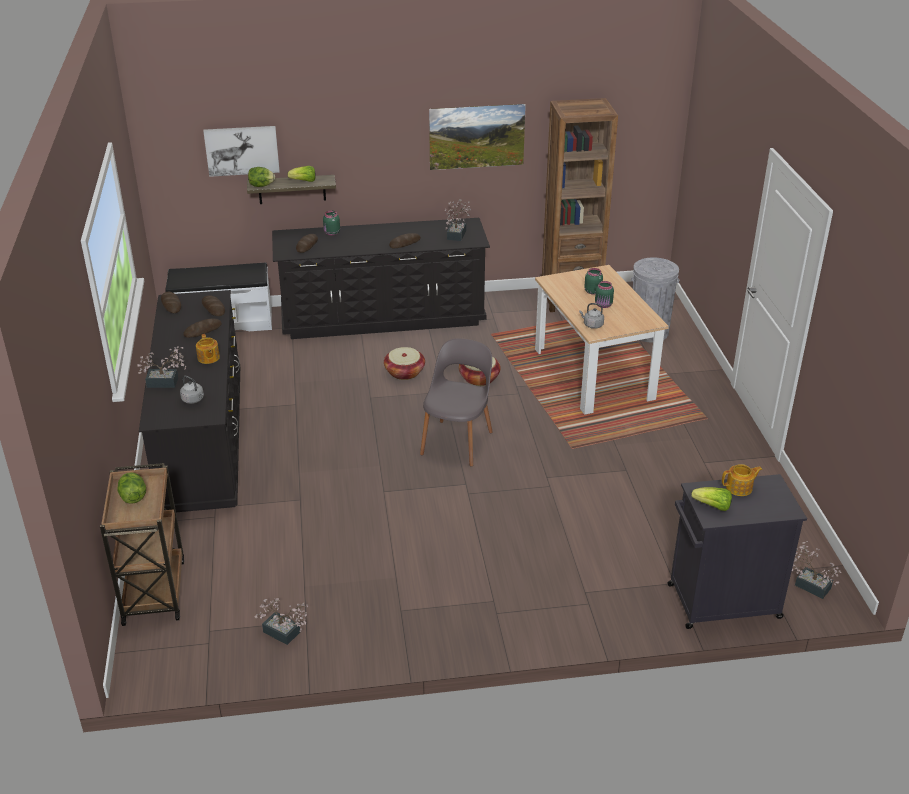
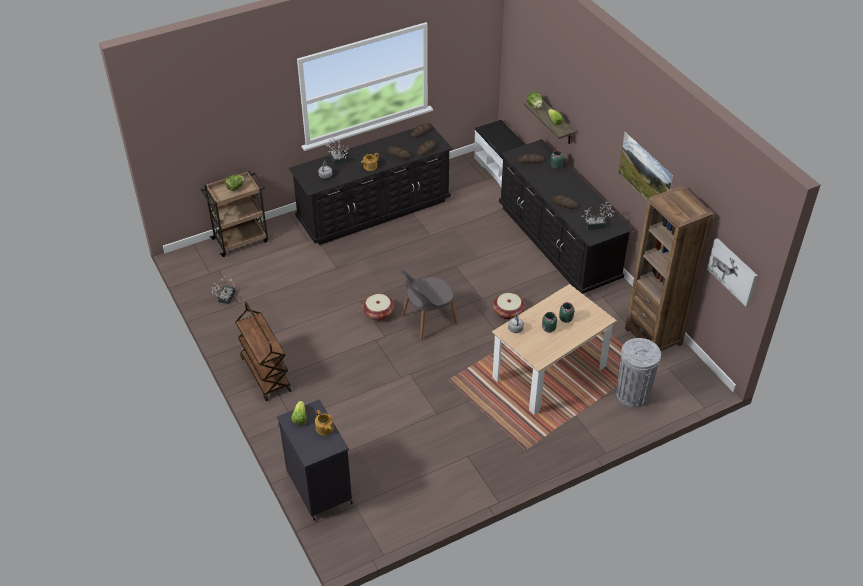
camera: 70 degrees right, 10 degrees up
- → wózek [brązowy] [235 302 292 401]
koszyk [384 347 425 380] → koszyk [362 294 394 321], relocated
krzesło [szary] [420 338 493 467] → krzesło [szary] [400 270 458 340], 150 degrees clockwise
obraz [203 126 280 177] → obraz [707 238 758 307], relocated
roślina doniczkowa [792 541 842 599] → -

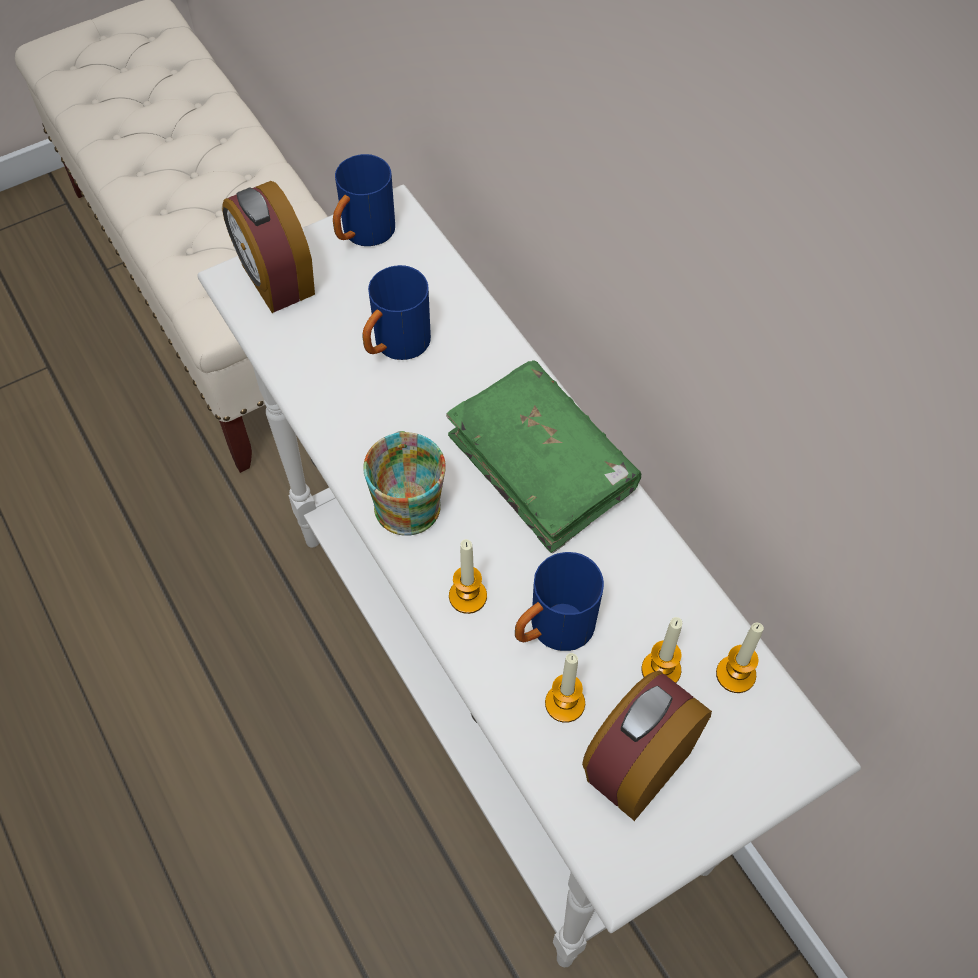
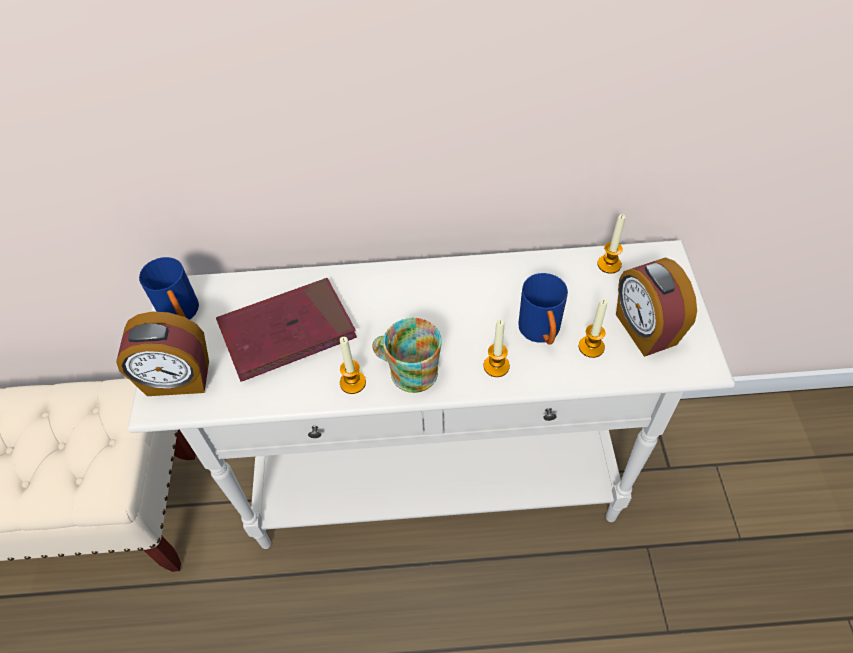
camera: 60 degrees left, 5 degrees down
kubek [niebieski] [362 265 431 360] → książka [czerwony] [216 278 357 382]
świeca [642 617 682 683] → świeca [340 337 366 394], relocated
książka [zielony] [446 360 641 553] → -

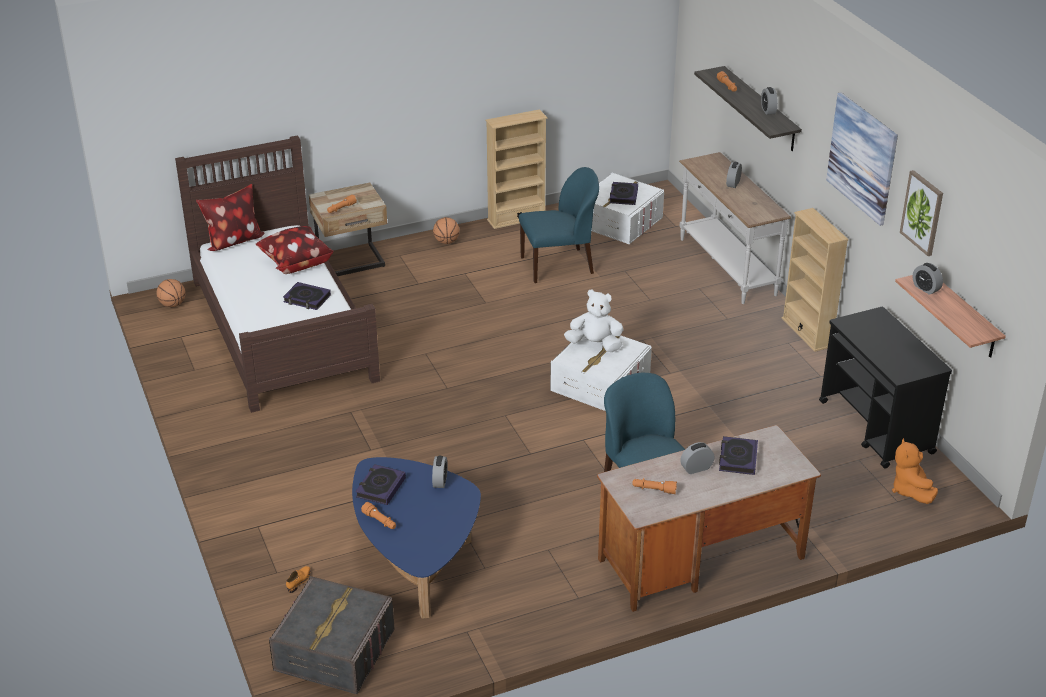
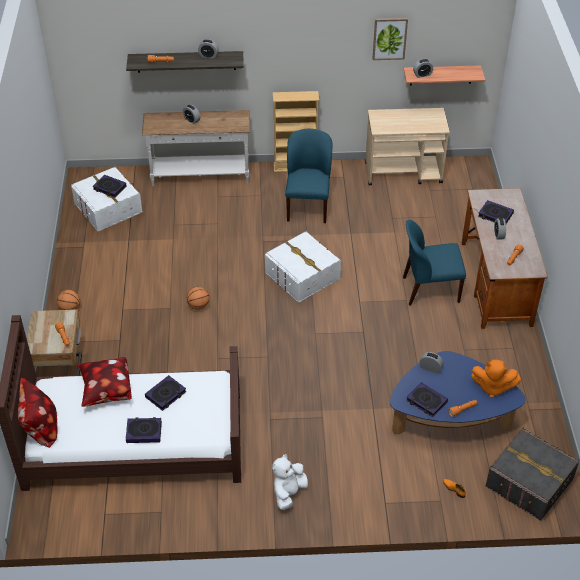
camera: 70 degrees left, 10 degrees up
- → książka [126 417 162 443]
piłka do koszykówki [156 279 185 307] → piłka do koszykówki [186 287 210 310], relocated
pluszak [biały] [564 289 624 352] → pluszak [biały] [272 454 308 510], relocated
krzesło [niebieski] [519 167 599 283] → krzesło [niebieski] [285 129 332 223], relocated
wózek [czarny] [819 307 952 469] → wózek [beżowy] [365 108 450 186]
pluszak [pomarańczowy] [892 438 938 504] → pluszak [pomarańczowy] [471 360 521 398], relocated
regał [beżowy] [485 109 548 229] → -
obraz [826 92 898 226] → -

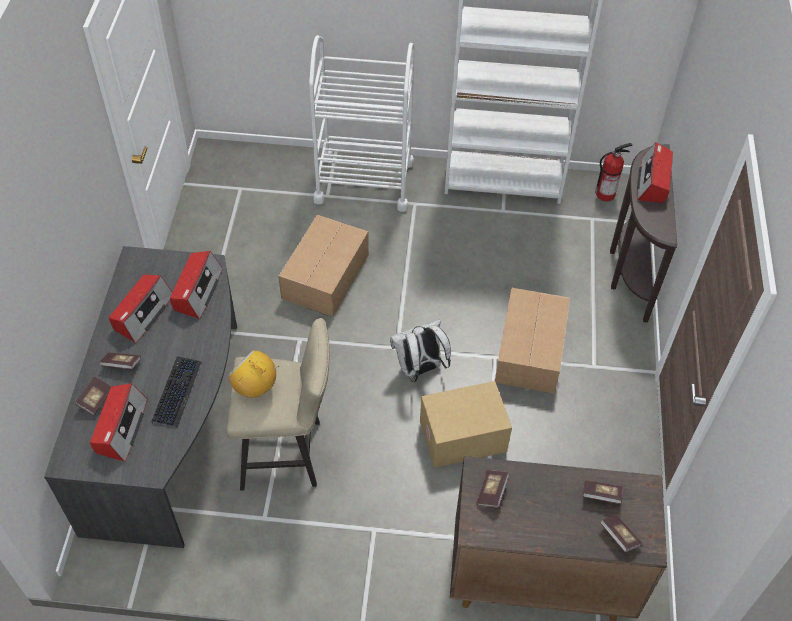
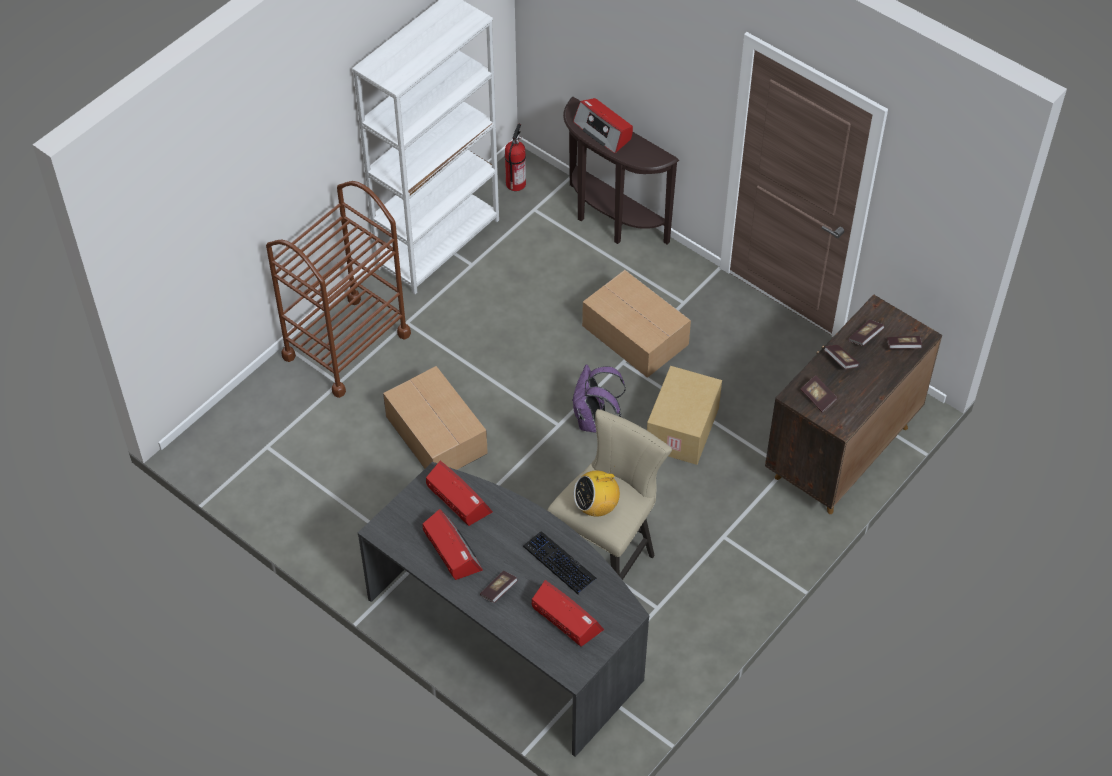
camera: 55 degrees left, 0 degrees up
wózek [biały] [309 35 415 212] → wózek [brązowy] [266 181 411 398]
plecak [biały] [390 319 451 382] → plecak [fioletowy] [573 364 626 433]
książka [75 376 111 416] → książka [824 345 859 369], relocated

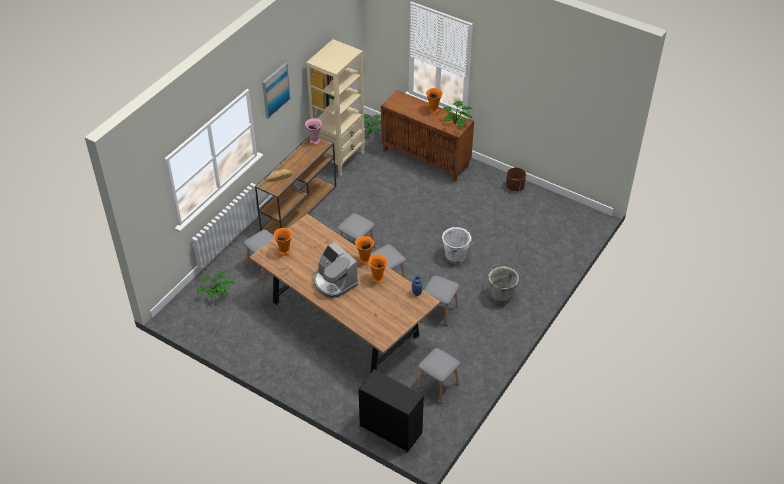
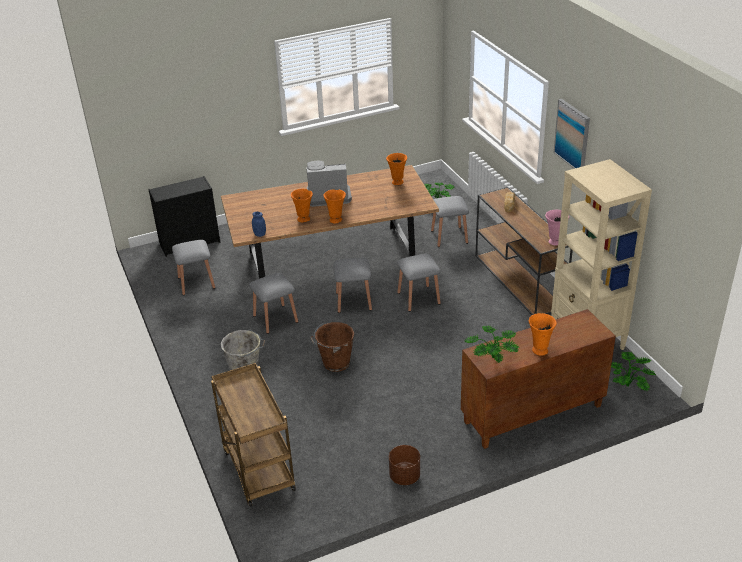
camera: 125 degrees right, 10 degrees down
- → wózek [brązowy] [211 363 296 507]
wiadro [biały] [442 227 473 264] → wiadro [brązowy] [310 322 354 372]

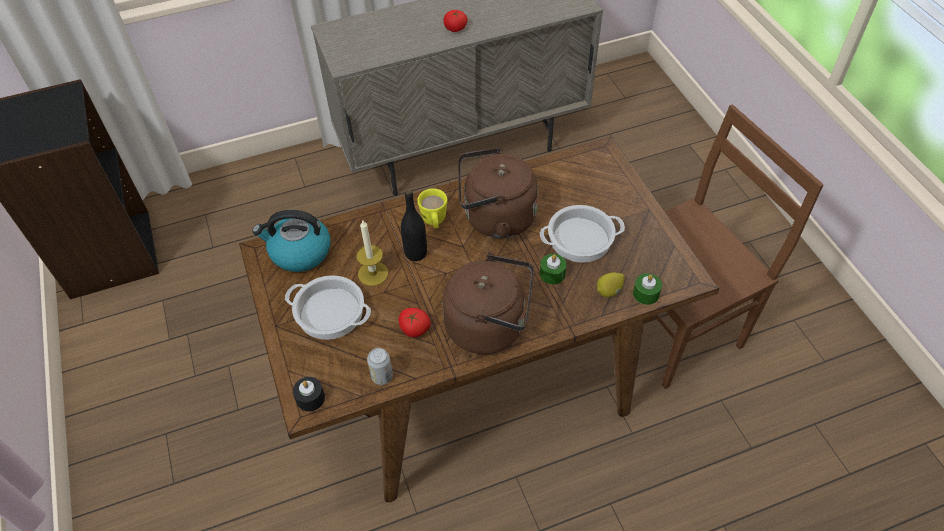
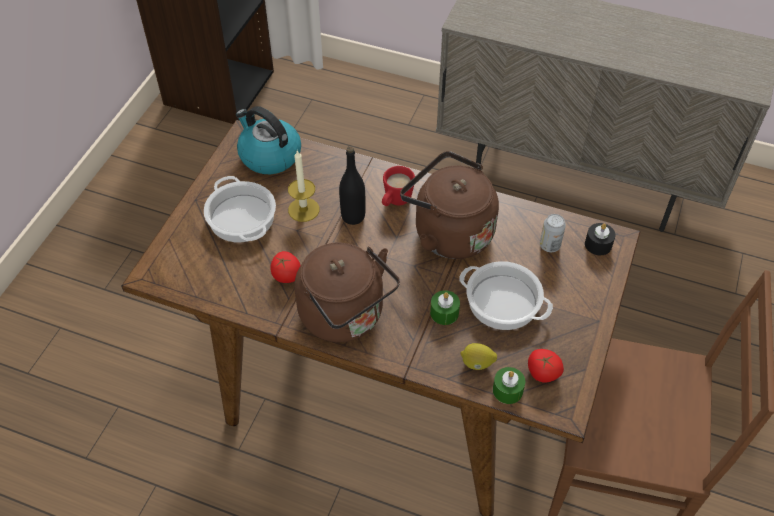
camera: 40 degrees right, 0 degrees up
kubek [żółty] [417 188 447 228] → kubek [czerwony] [382 166 415 206]
pomidor [443 10 468 32] → pomidor [528 349 564 383], relocated
puszka [367 348 393 385] → puszka [540 214 566 252], relocated
świeca [czarny] [293 377 325 411] → świeca [czarny] [585 223 616 255], relocated

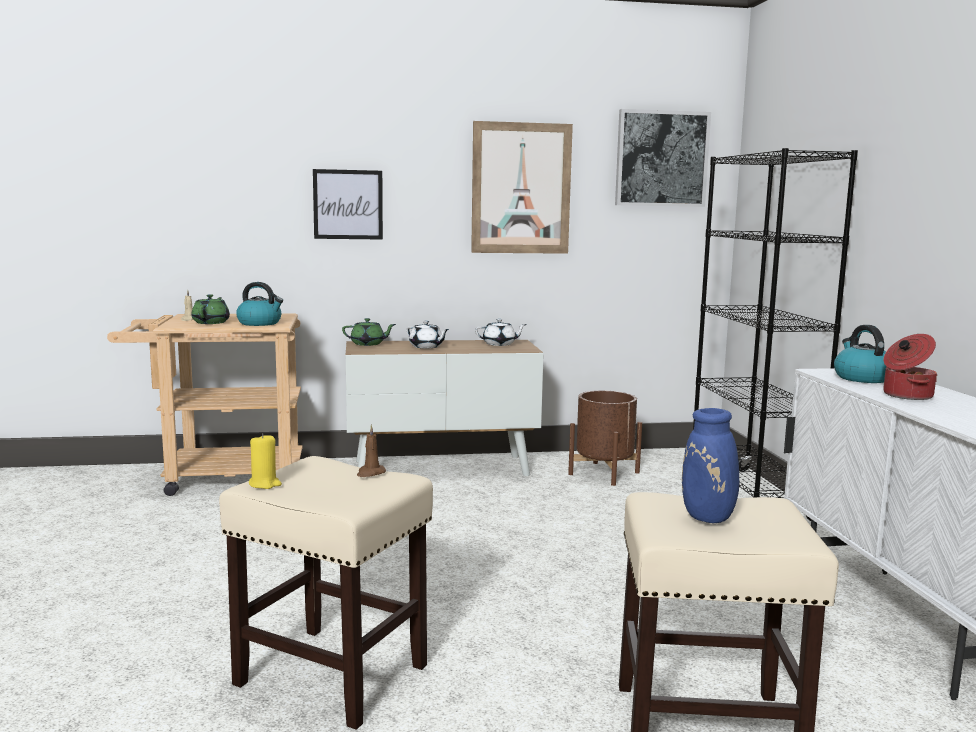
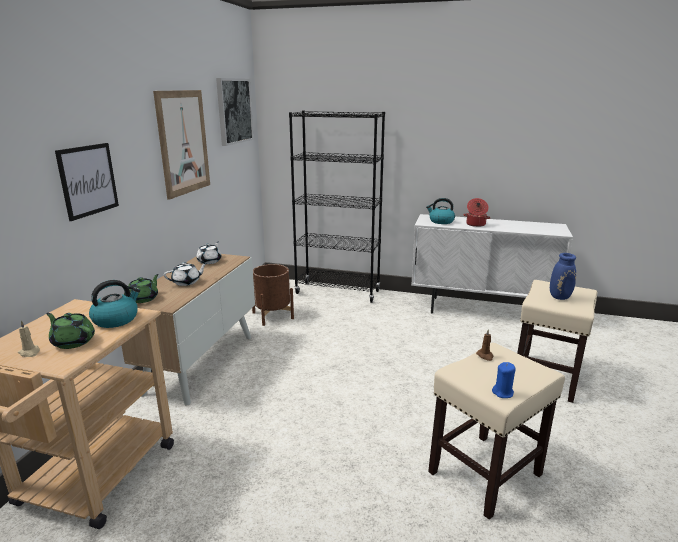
camera: 65 degrees left, 10 degrees up
świeca [żółty] [249 433 282 489] → świeca [niebieski] [492 362 516 398]

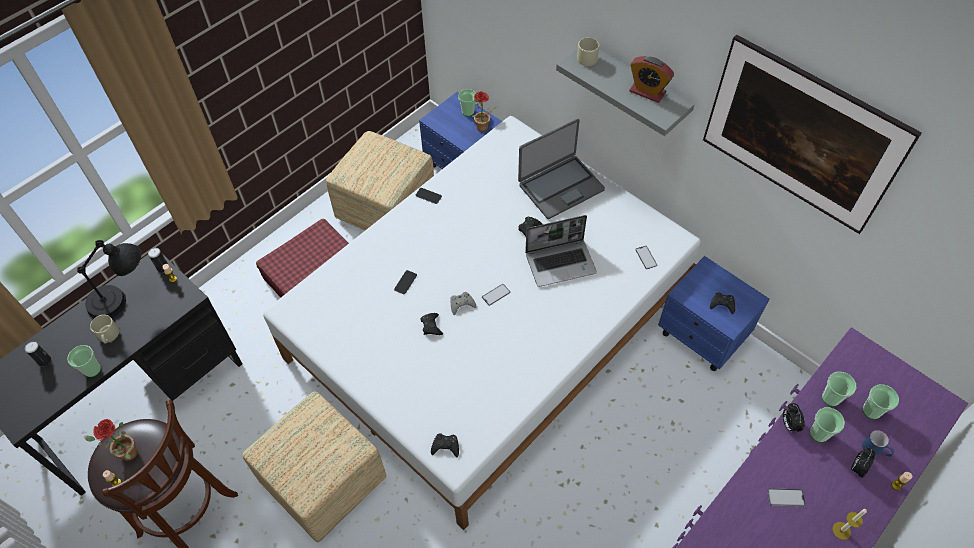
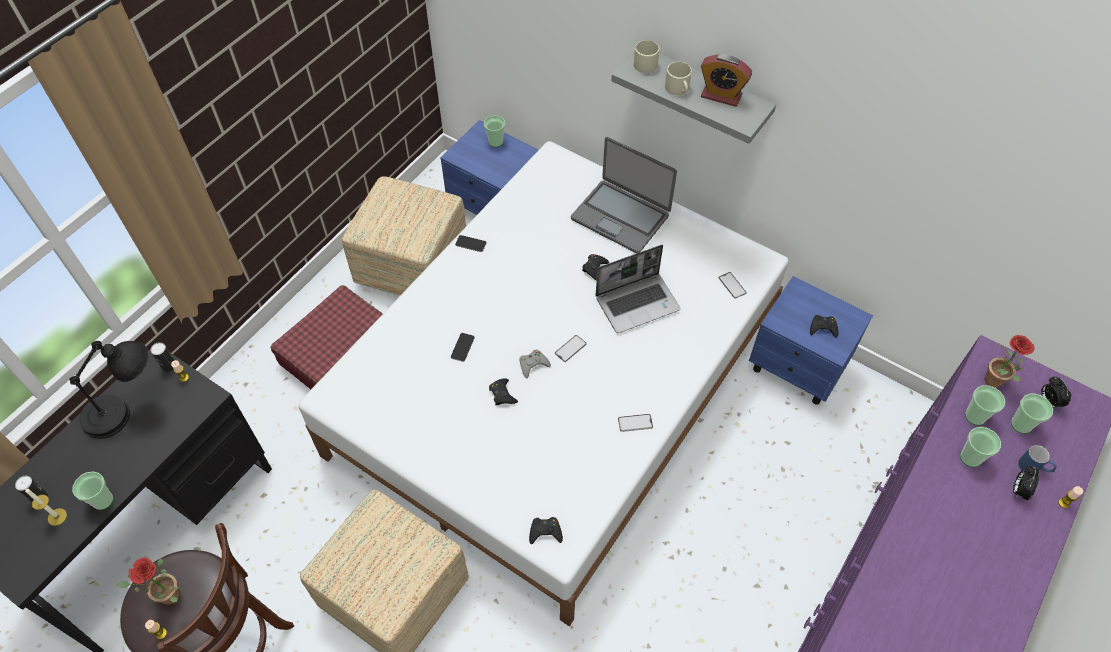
camera: 10 degrees left, 0 degrees up
świeca [832 509 867 540] → świeca [25 489 67 526], relocated
laptop [518 119 605 219] → laptop [571 137 677 253], 75 degrees clockwise
telefon [767 488 805 507] → telefon [618 414 653 432], relocated
kubek [beżowy] [90 315 119 344] → kubek [beżowy] [665 62 692 95], relocated
roślina doniczkowa [472 91 497 132] → roślina doniczkowa [985 335 1035 388], relocated
budzik [783 403 805 432] → budzik [1041 377 1071 410], relocated
obraz [703 34 922 234] → -

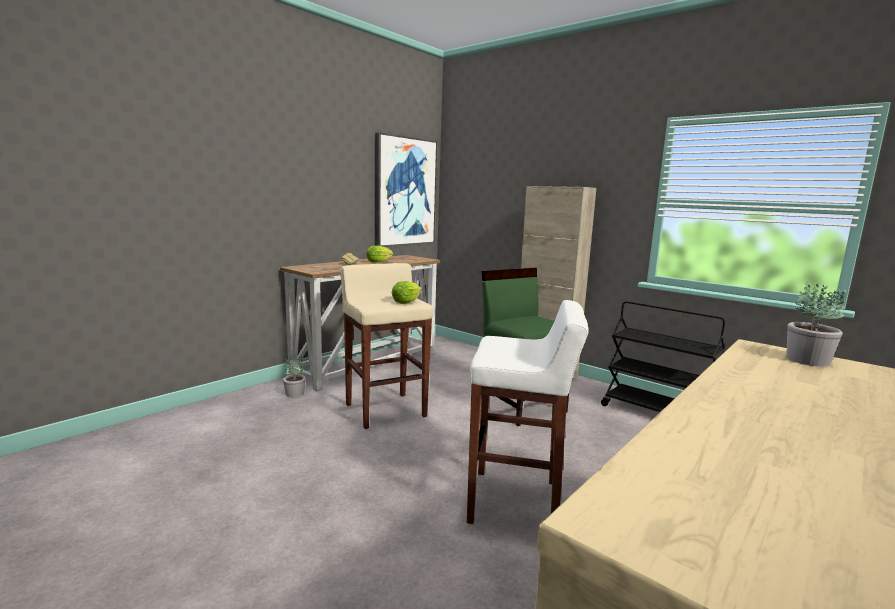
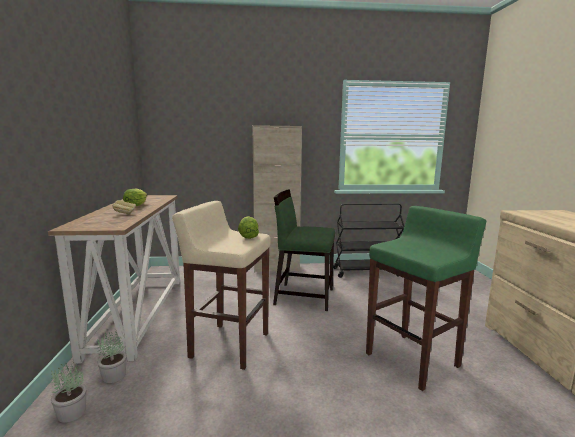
camera: 45 degrees left, 0 degrees up
roślina doniczkowa [786 281 846 367] → roślina doniczkowa [51 363 87 423], relocated
stołek [biały] [467 300 589 524] → stołek [zielony] [366 206 486 391]
obraz [375 132 437 247] → -

